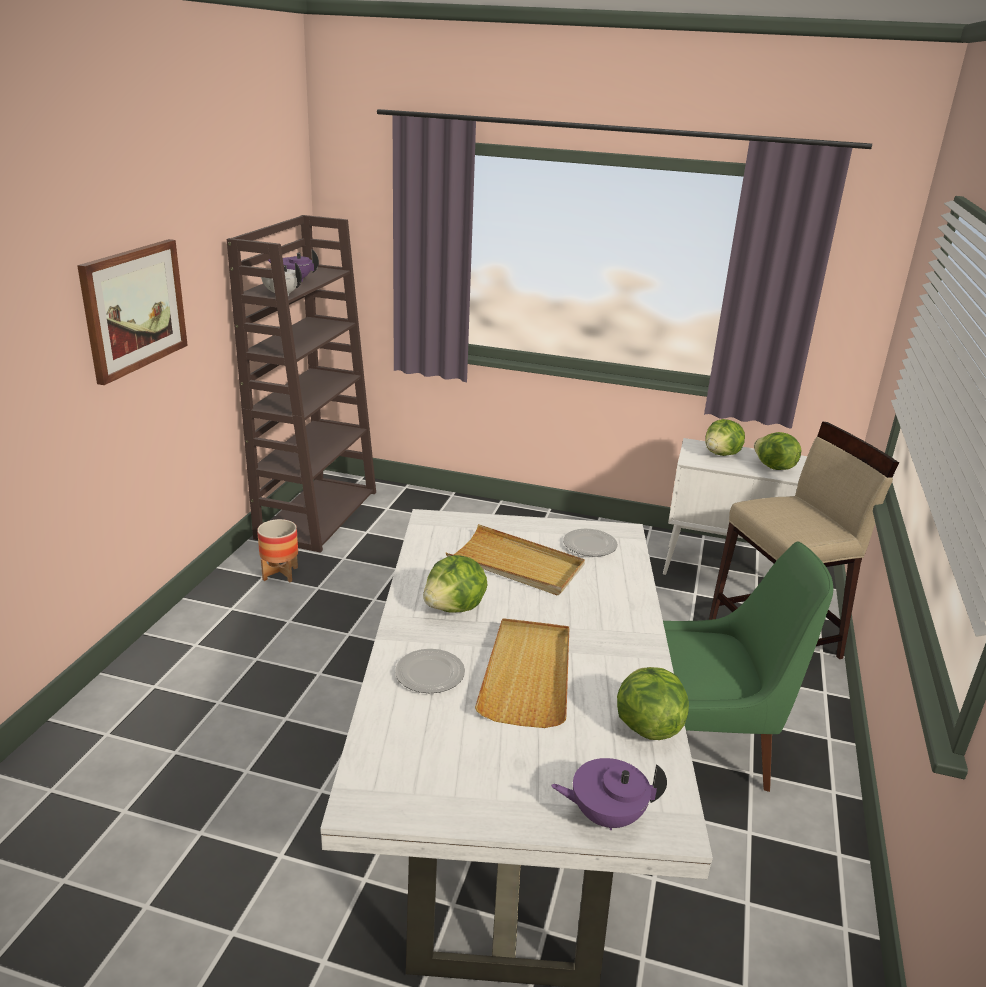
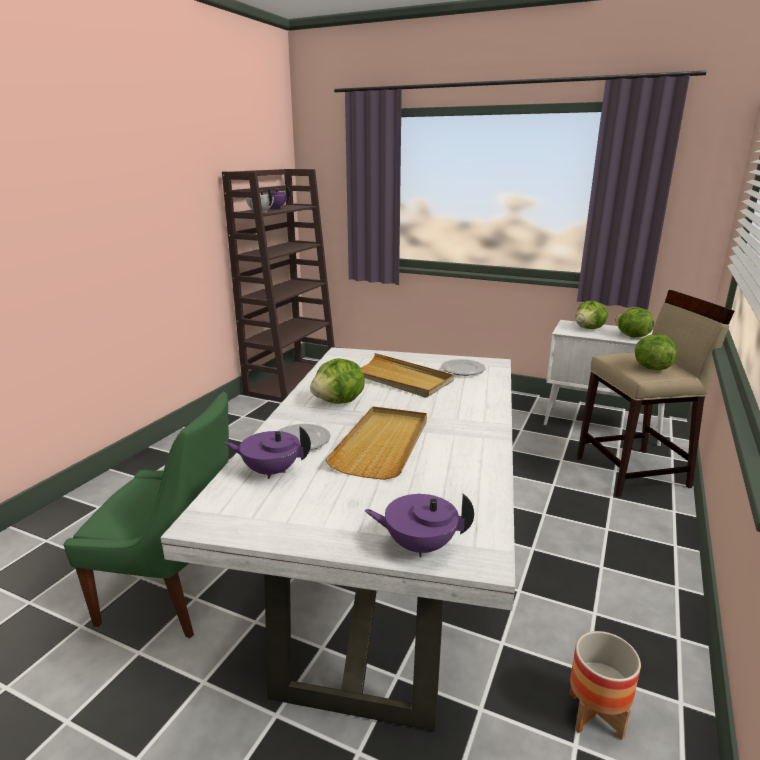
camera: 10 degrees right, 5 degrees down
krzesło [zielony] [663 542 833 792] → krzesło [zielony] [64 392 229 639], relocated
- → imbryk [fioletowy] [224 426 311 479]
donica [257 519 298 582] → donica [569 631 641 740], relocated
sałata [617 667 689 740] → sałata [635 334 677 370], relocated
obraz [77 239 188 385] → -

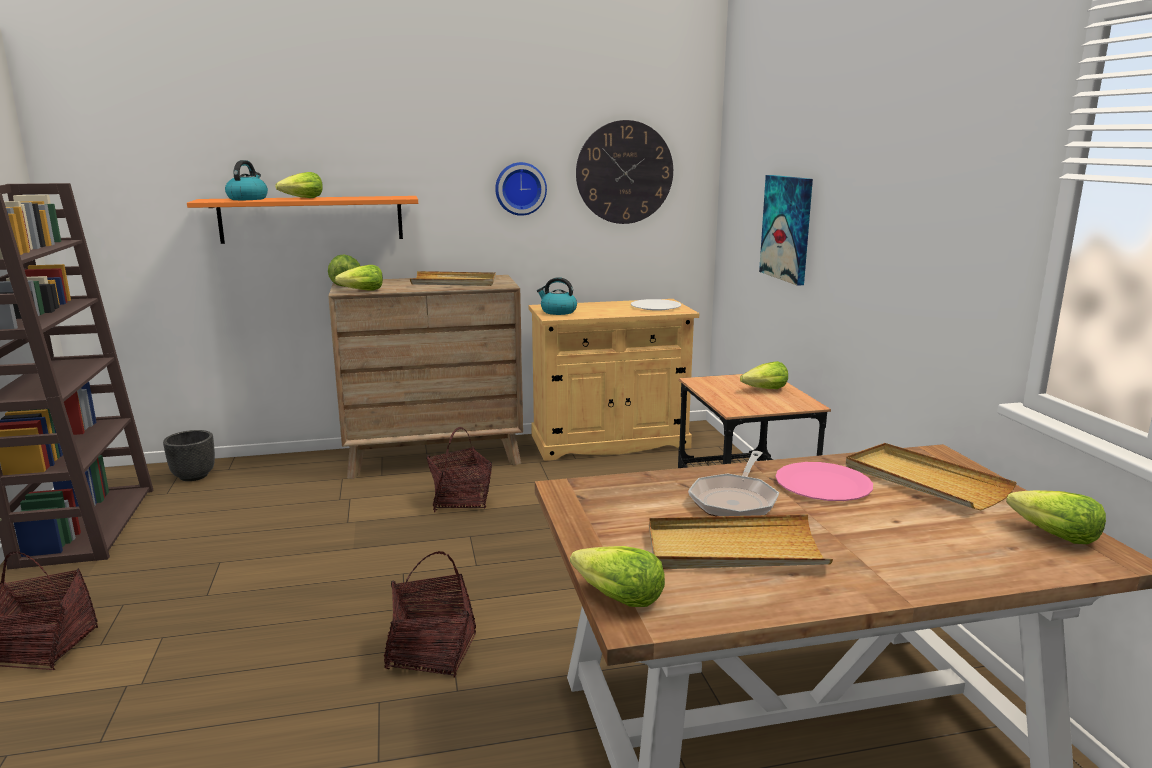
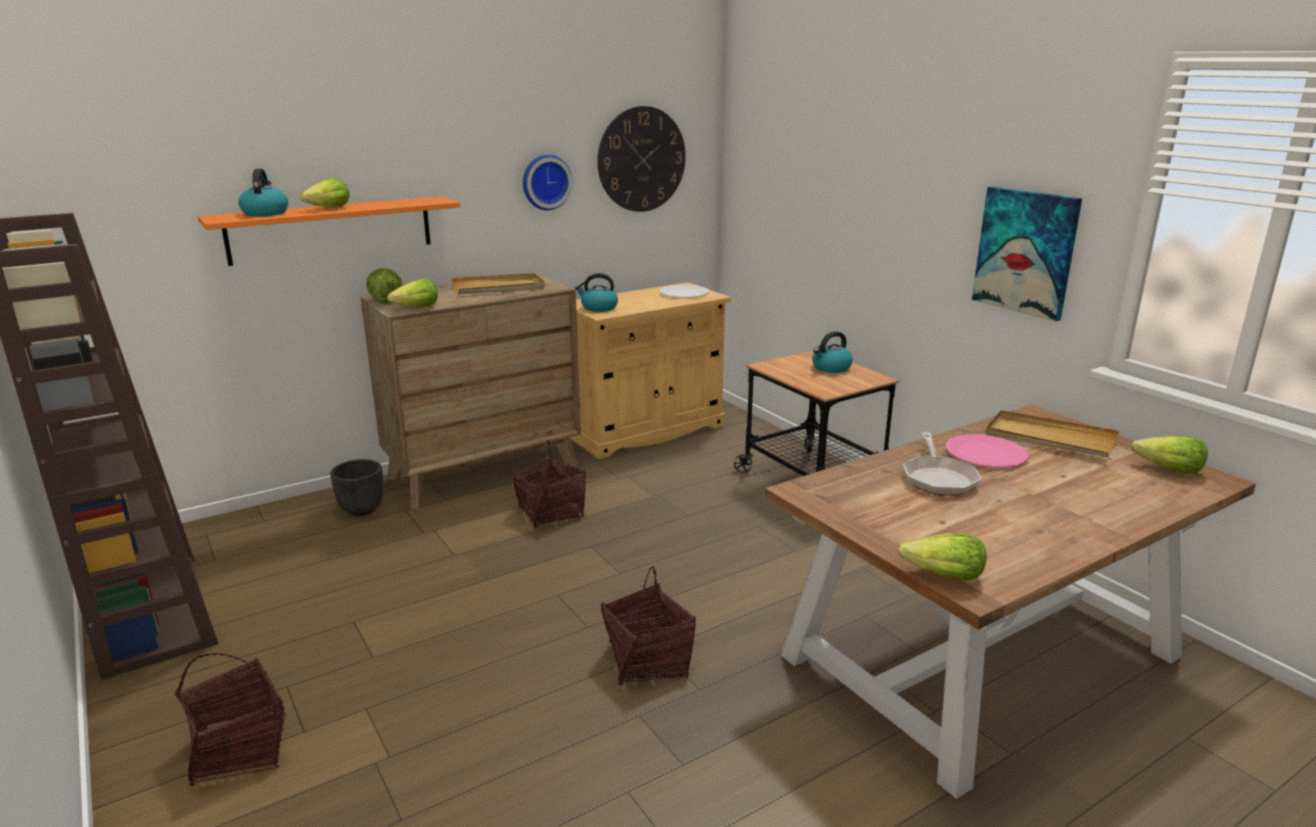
camera: 20 degrees left, 5 degrees up
donica [czarny] [163 430 215 481] → donica [czarny] [330 459 384 516], relocated
sałata [740 361 788 389] → czajnik [812 331 853 373]
obraz [759 175 813 286] → obraz [972 186 1082 322], relocated
taca [beżowy] [649 514 833 569] → -

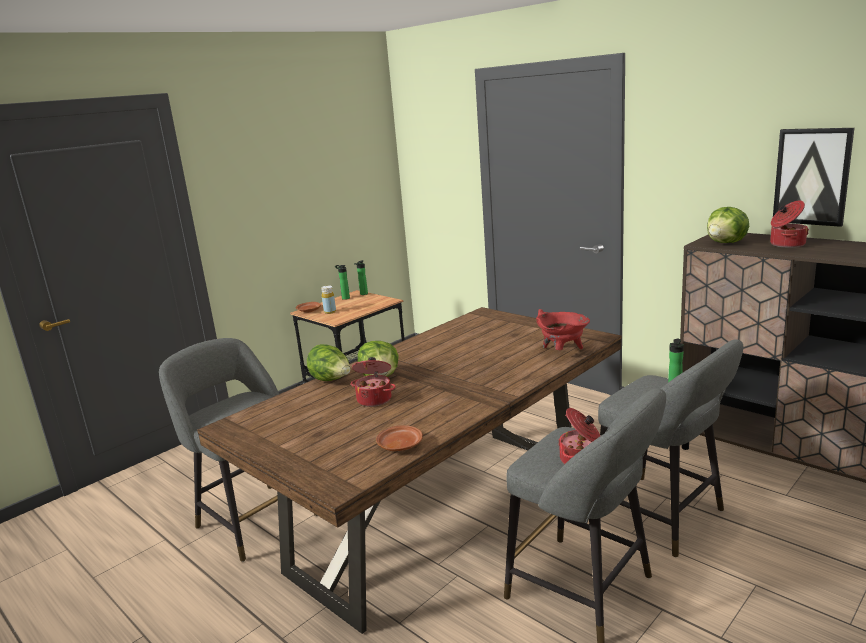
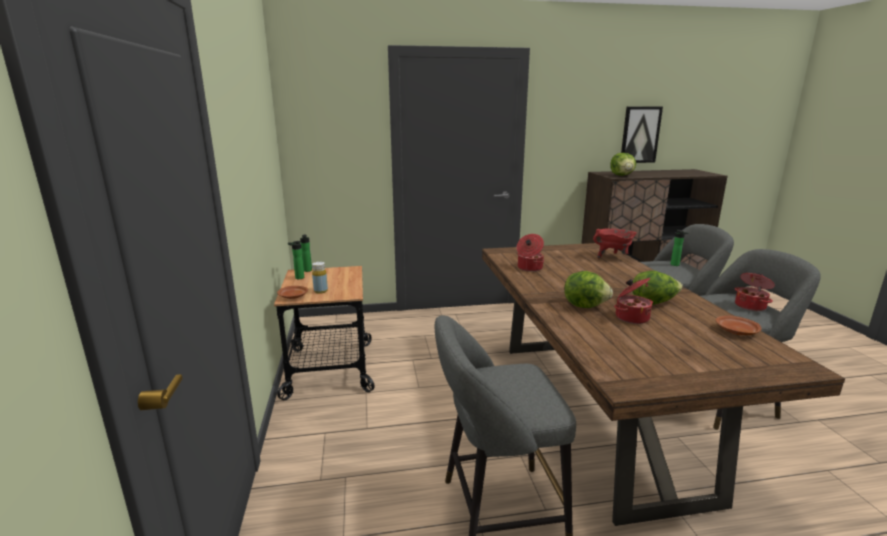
camera: 55 degrees left, 0 degrees up
garnek [770 200 809 248] → garnek [517 234 544 272], relocated
sałata [307 344 350 381] → sałata [632 271 683 305], relocated

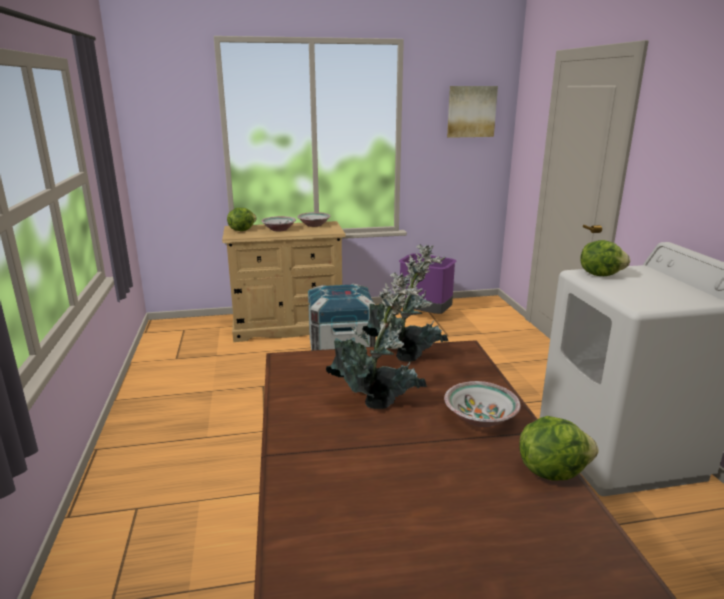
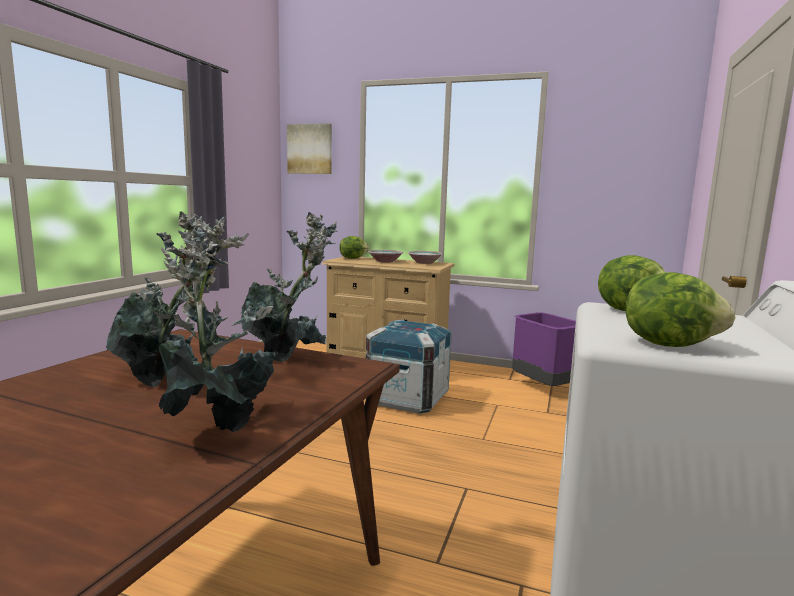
camera: 30 degrees right, 10 degrees down
miska [444 381 521 427] → roślina doniczkowa [159 216 275 432]
obraz [447 86 498 138] → obraz [287 123 332 174], relocated
sałata [519 416 599 480] → sałata [626 272 735 347], relocated

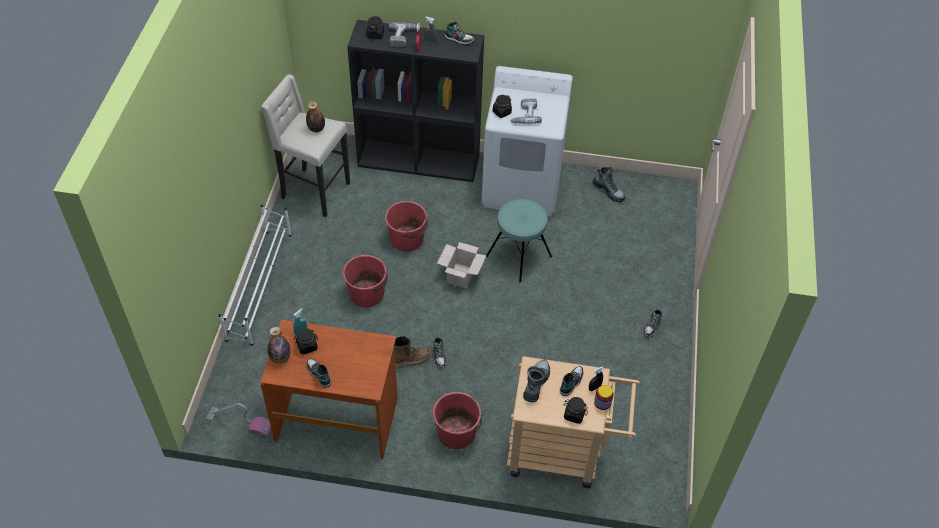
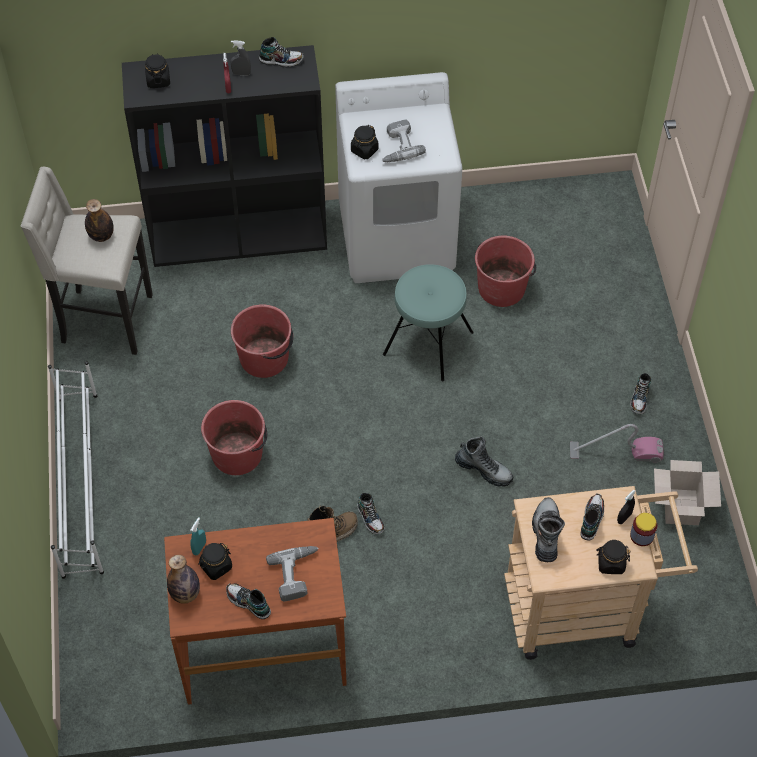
camera: 15 degrees left, 5 degrees up
wiertarka [389 22 420 47] → wiertarka [266 546 319 601], relocated
but z cholewką [593 166 625 202] → but z cholewką [455 436 513 487], relocated
wiadro [czerwony] [433 392 482 449] → wiadro [czerwony] [475 236 536 307], relocated
odkurzacz [206 403 272 438] → odkurzacz [570 424 664 463], relocated
karton [437 242 486 289] → karton [654 460 721 525], relocated

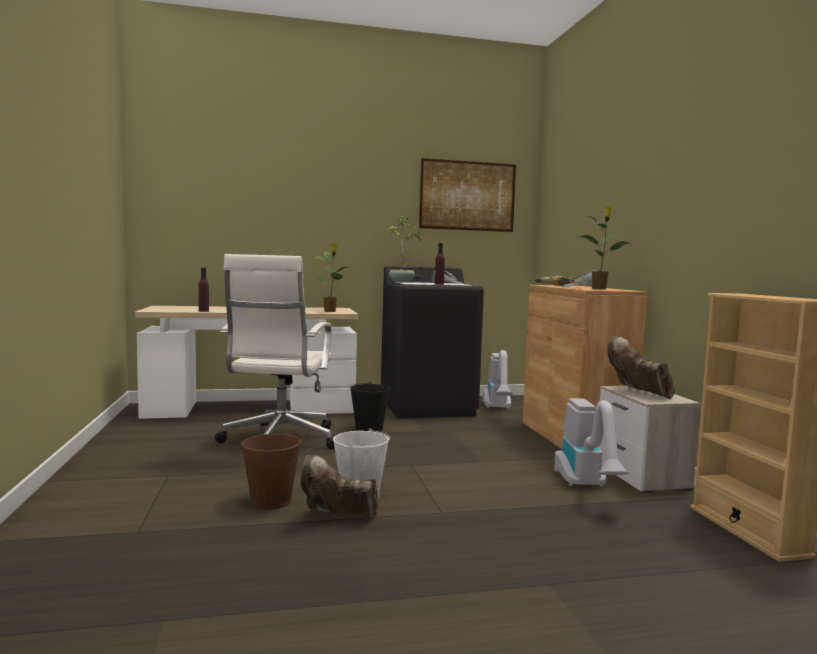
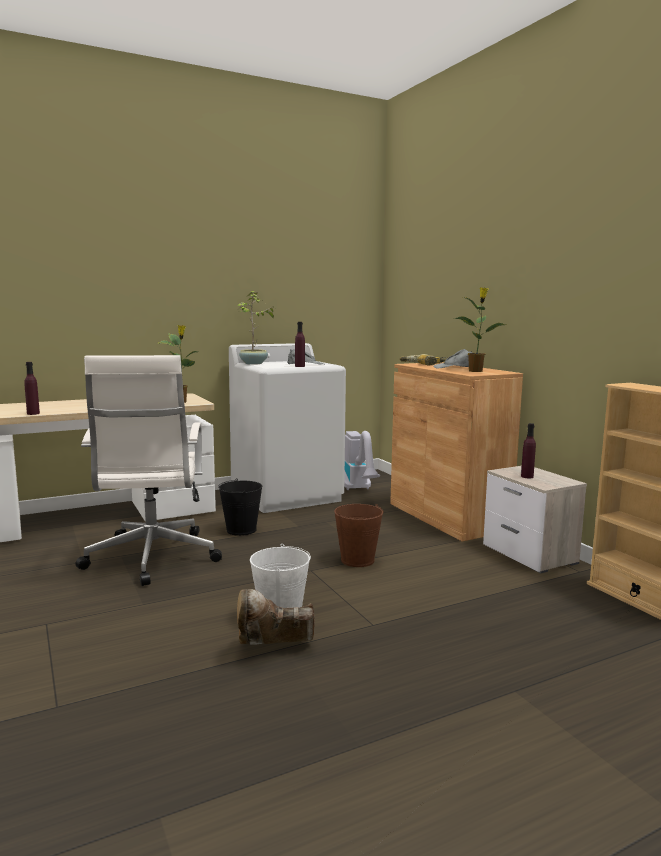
camera: 15 degrees left, 5 degrees up
pralka [czarny] [381 266 484 419] → pralka [biały] [229 343 346 513]
wiadro [brązowy] [241 434 302 509] → wiadro [brązowy] [334 504 384 567], relocated
but z cholewką [brązowy] [607 336 674 399] → butelka [fioletowy] [521 423 536 478]
obraz [419 158 516 232] → -
odkurzacz [554 398 629 487] → -

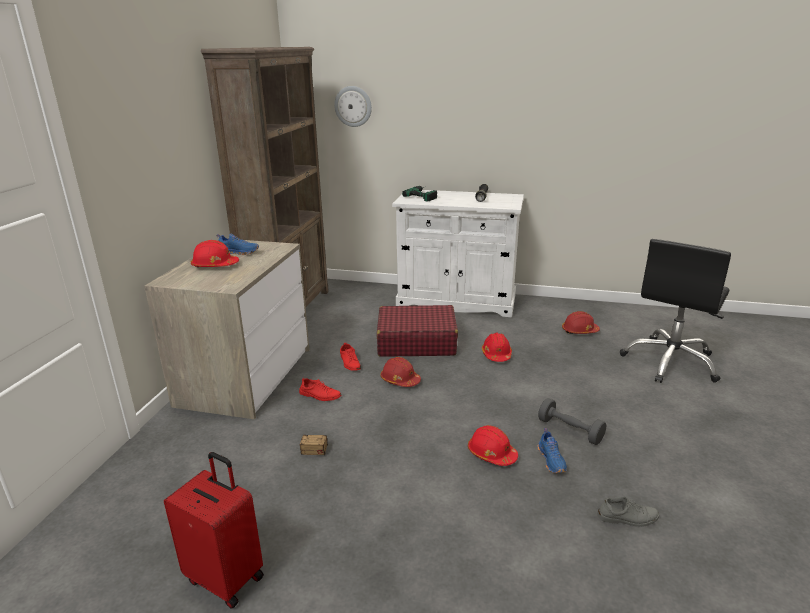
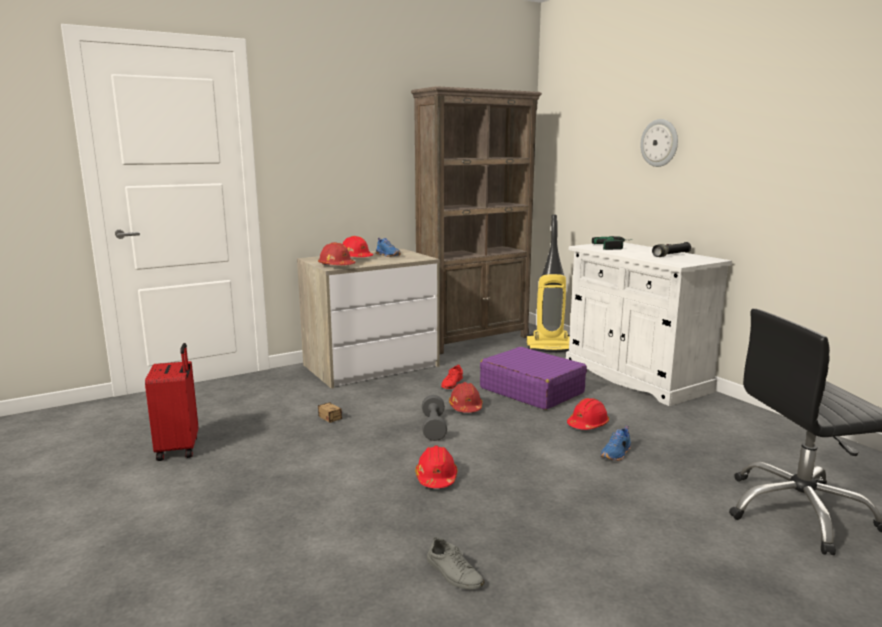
camera: 45 degrees right, 10 degrees down
kask [czerwony] [562 311 600 334] → kask [czerwony] [318 242 356 265], relocated
hantel [szary] [538 398 606 445] → hantel [szary] [422 395 447 441], relocated
walizka [czerwony] [377 305 458 357] → walizka [fioletowy] [480 347 587 410]
- → odkurzacz [527 215 570 353]
but [niebieski] [537 428 567 473] → but [niebieski] [600 426 631 461], relocated
zegar ścienny [334 86 372 127] → zegar ścienny [640 119 678 167], relocated
but [czerwony] [299 378 341 401] → -

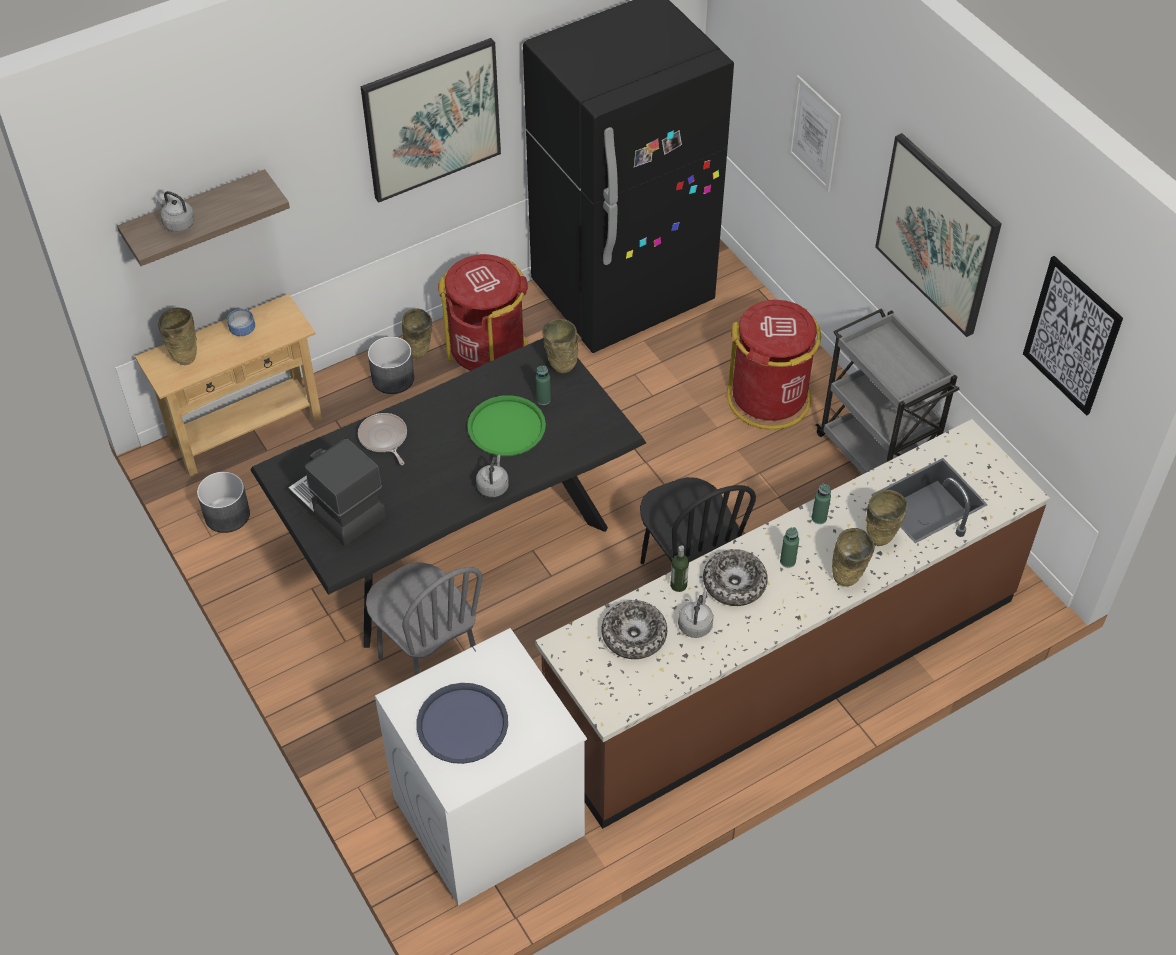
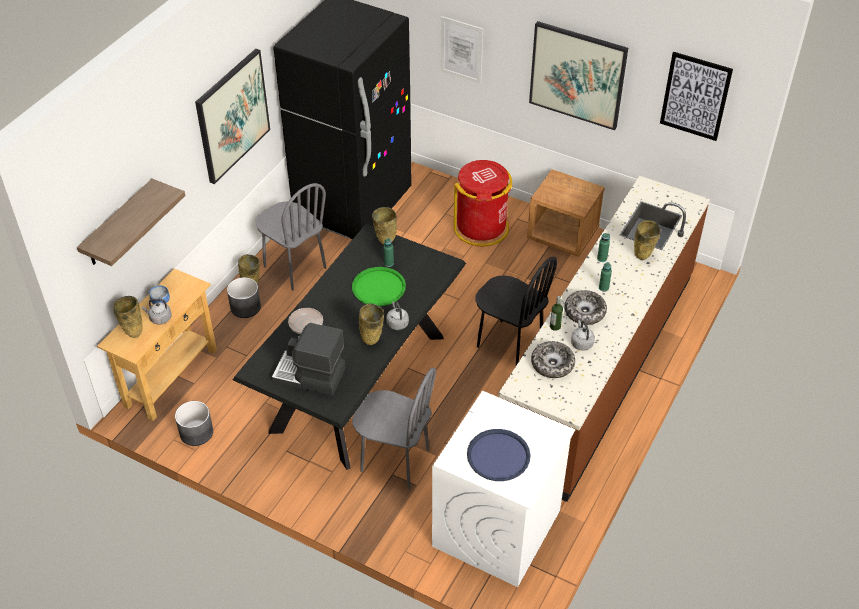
camera: 30 degrees left, 5 degrees down
czajnik [szary] [157 191 195 232] → czajnik [szary] [142 299 172 325], relocated
kosz na śmieci [czerwony] [438 254 528 371] → krzesło [szary] [256 183 327 291]
wazon [beżowy] [832 528 875 587] → wazon [beżowy] [359 303 384 345], relocated
wózek [szary] [815 308 960 474] → szafka nocna [brązowy] [527 169 605 257]

